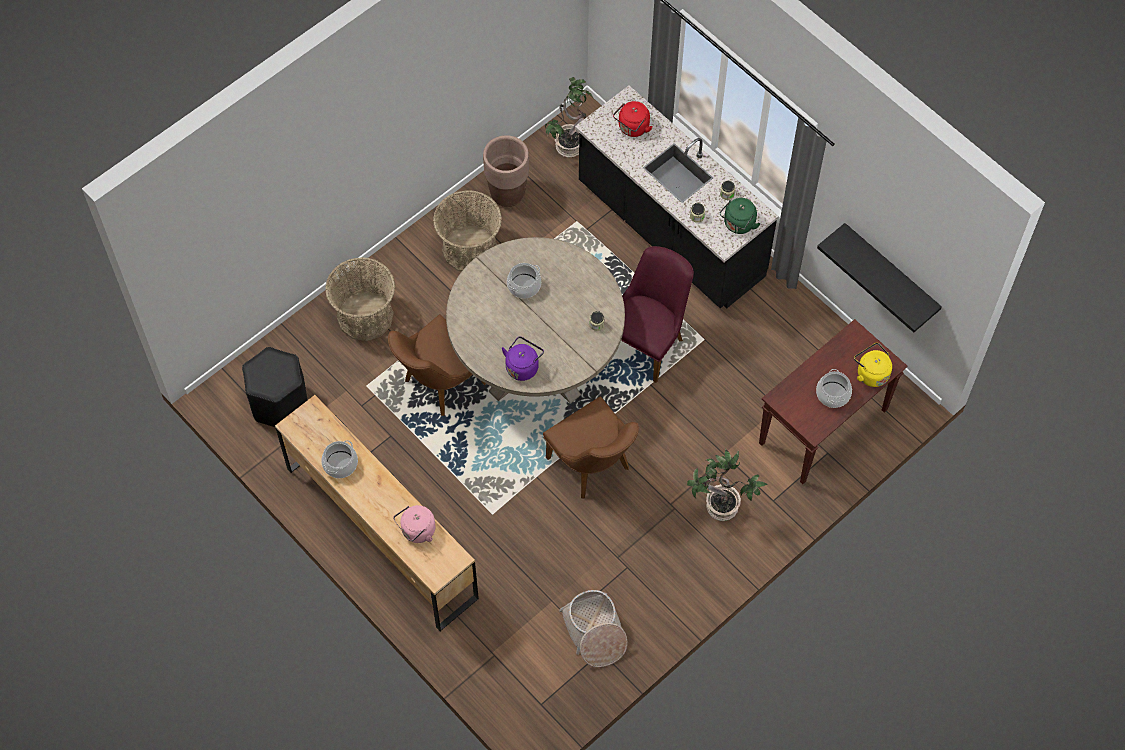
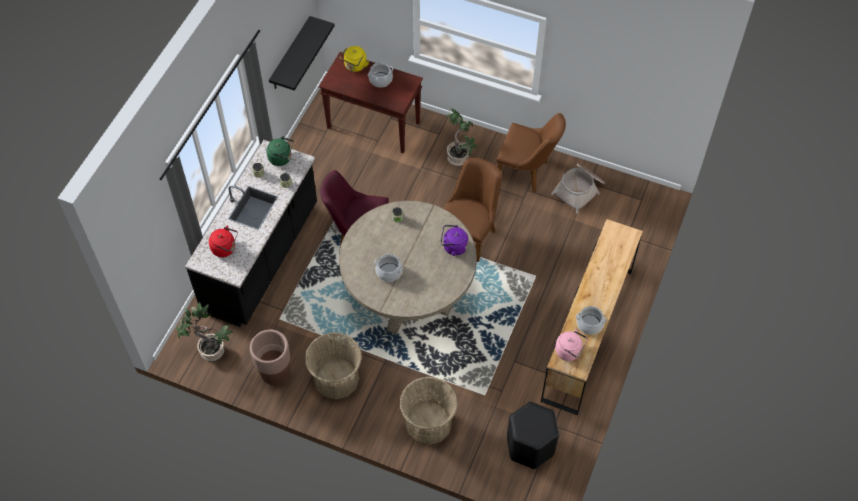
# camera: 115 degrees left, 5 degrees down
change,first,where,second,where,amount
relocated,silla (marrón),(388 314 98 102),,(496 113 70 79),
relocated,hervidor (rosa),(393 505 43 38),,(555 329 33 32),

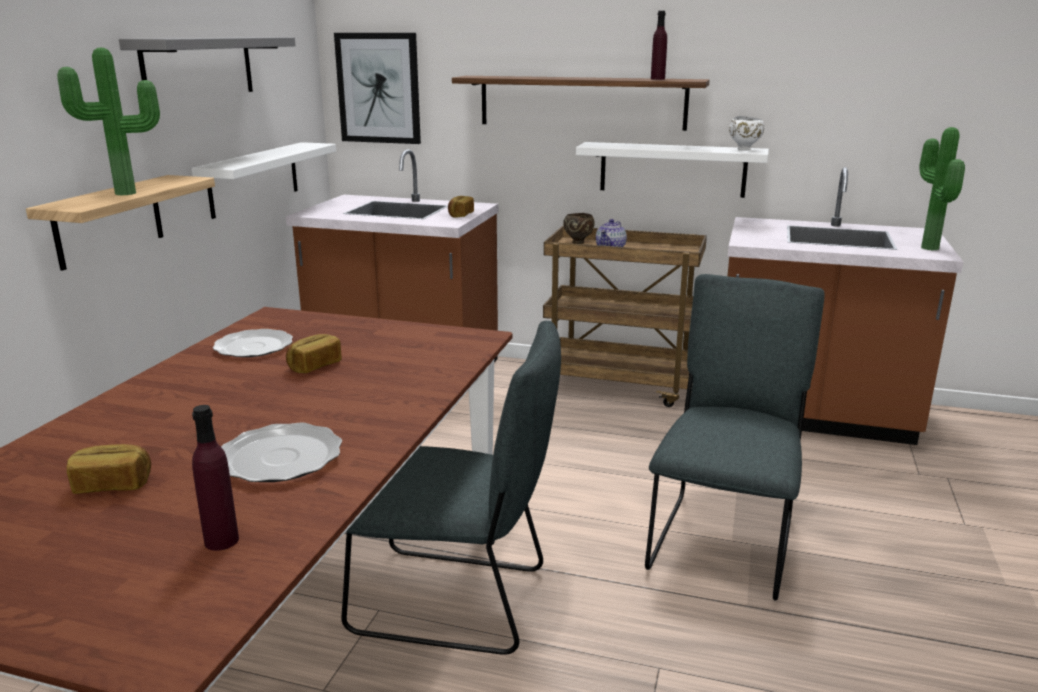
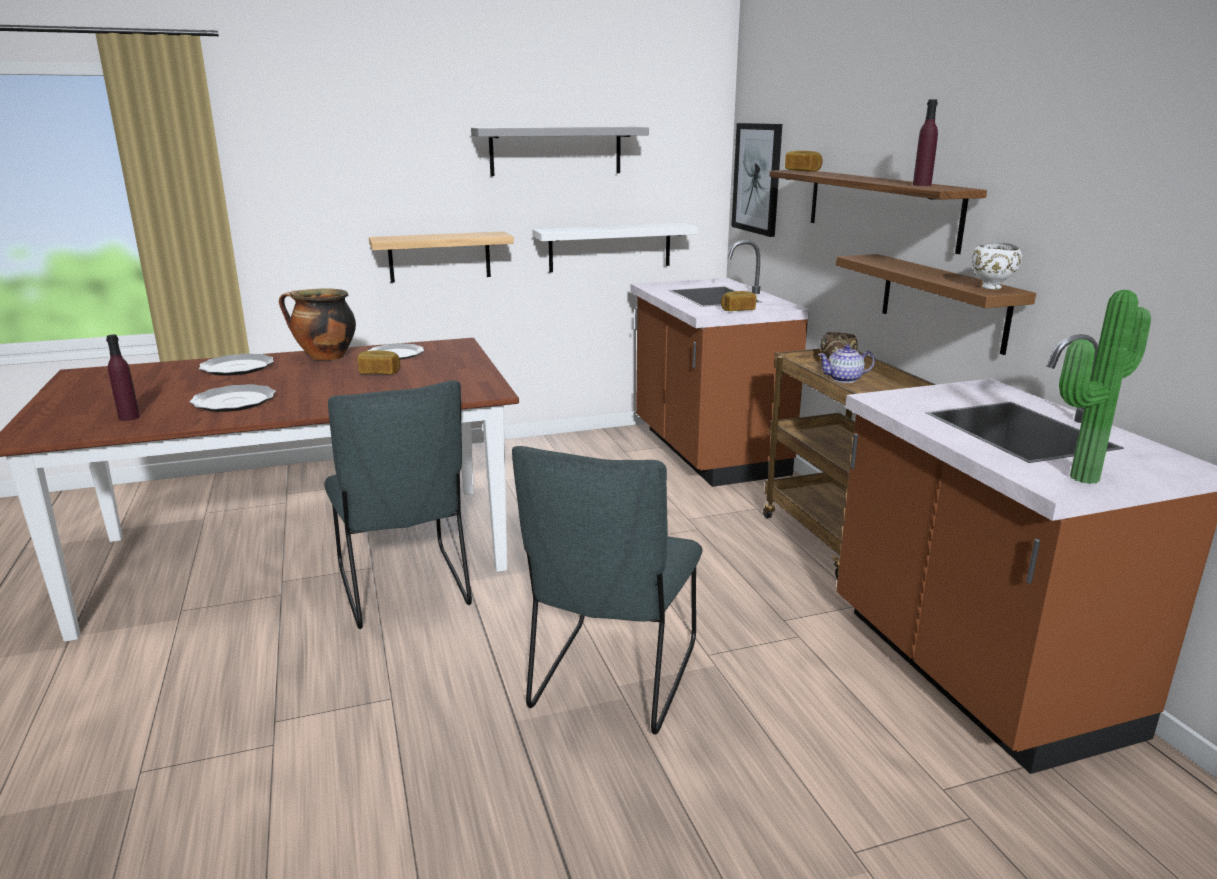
# camera: 55 degrees right, 0 degrees up
change,first,where,second,where,amount
missing,planta en maceta,(57 48 103 148),,,
relocated,pan,(67 444 84 50),,(785 151 38 21),
colour,estante (blanco),(576 142 193 56),estante (marrón),(836 254 200 101),
spun,silla (gris),(645 274 180 326),,(512 446 190 289),120 degrees clockwise
appeared,,,plato,(199 353 75 23),
appeared,,,olla,(279 288 77 73),

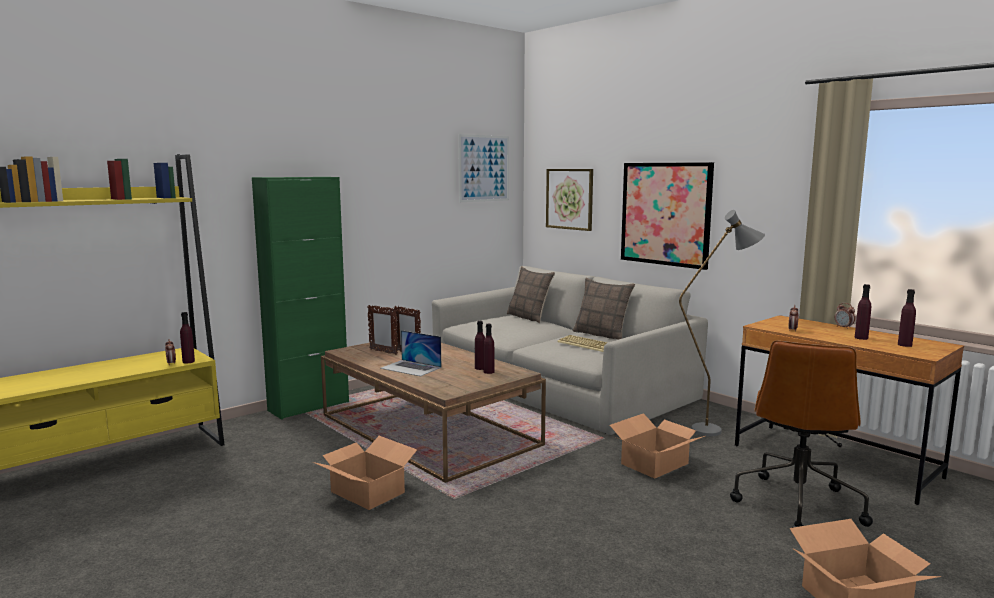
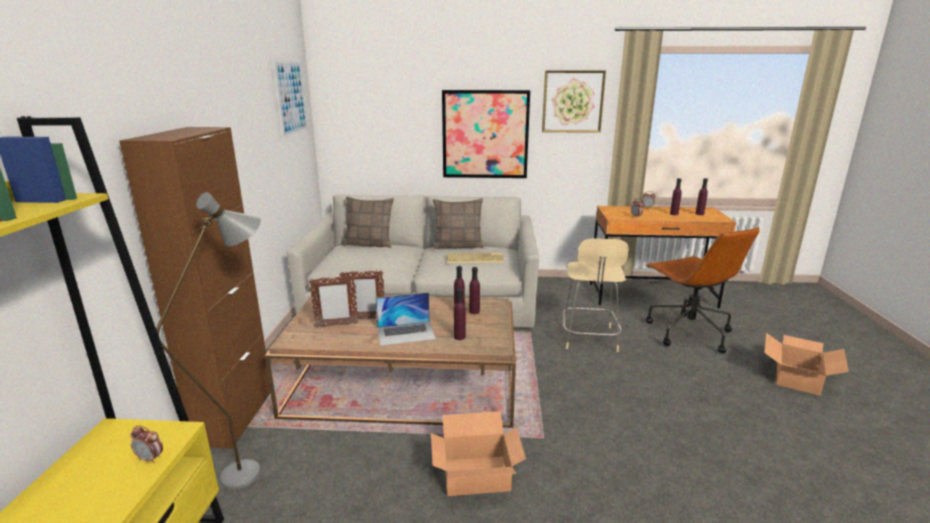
# camera: 45 degrees left, 10 degrees up
change,first,where,second,where,amount
relocated,botella (morado),(180 312 15 52),,(454 288 12 52),
colour,armario (verde),(252 177 97 243),armario (marrón),(119 127 151 322),
relocated,cuadro,(546 169 47 62),,(542 70 64 63),
exchanged,caja de cartón,(610 413 95 66),silla (beis),(563 238 66 114),
relocated,lámpara de pie (gris),(679 210 86 226),,(156 192 105 298),

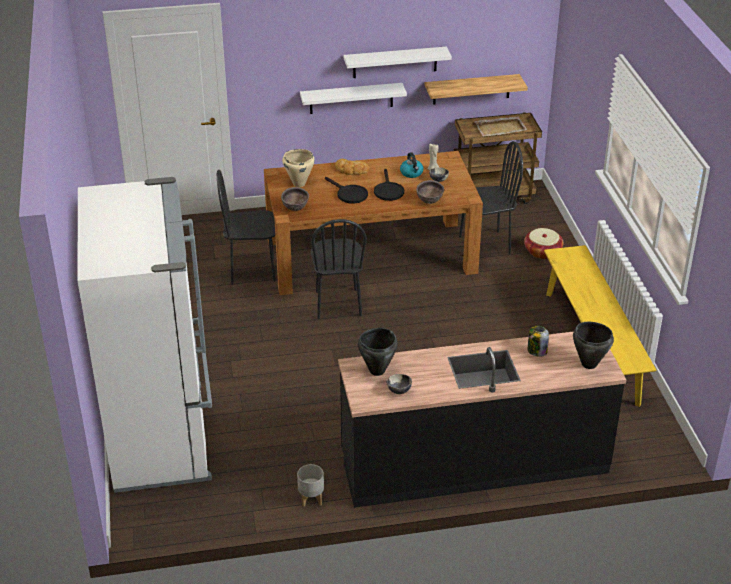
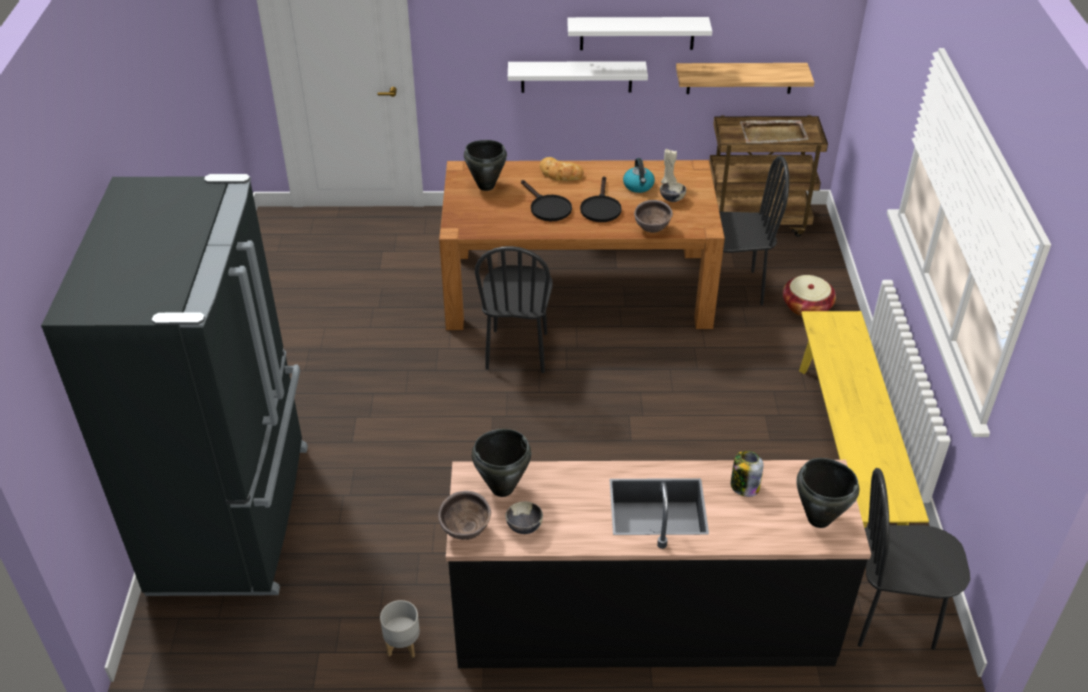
# camera: 10 degrees right, 5 degrees up
change,first,where,second,where,amount
colour,nevera (blanco),(78 177 134 316),nevera (negro),(41 174 267 422),
relocated,silla (negro),(217 170 59 115),,(858 468 112 182),
relocated,cuenco (marrón),(281 187 28 24),,(438 491 53 49),
colour,olla (beis),(282 149 33 38),olla (negro),(464 140 43 51),

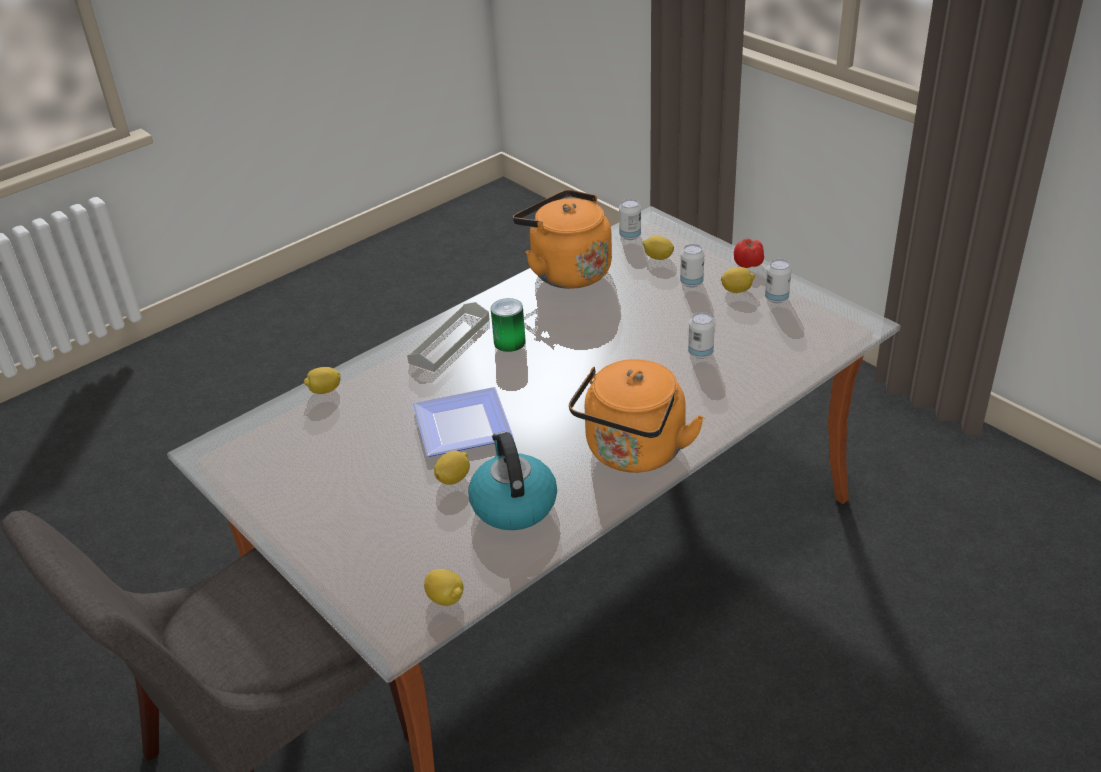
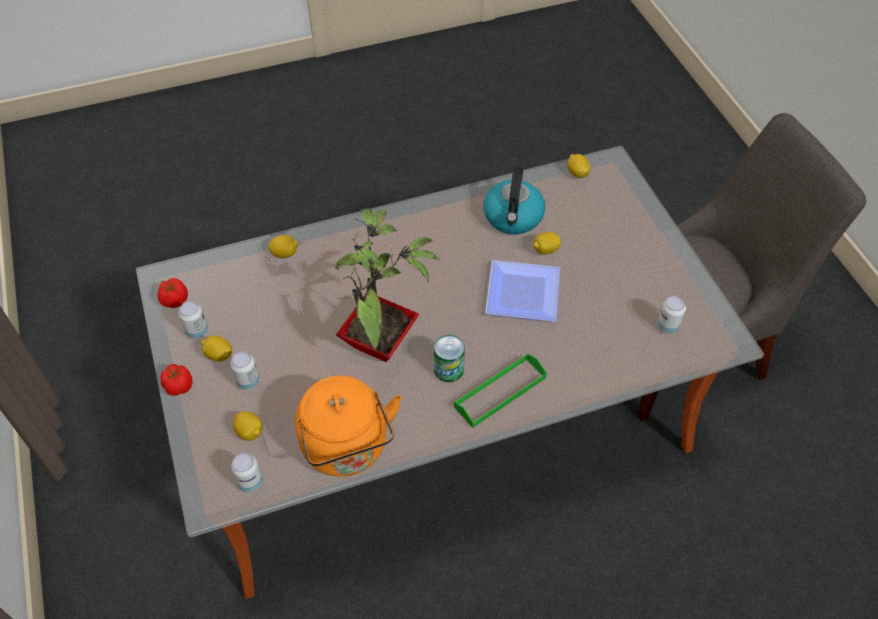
# camera: 160 degrees left, 15 degrees up
change,first,where,second,where,amount
relocated,limón,(304 367 37 27),,(268 235 30 23),
colour,bandeja (gris),(407 302 83 70),bandeja (verde),(454 353 93 75),
missing,hervidor (naranja),(569 359 136 114),,,
relocated,lata,(688 312 27 47),,(657 296 29 38),
appeared,,,tomate,(157 278 31 30),
appeared,,,planta en maceta,(335 208 105 154),

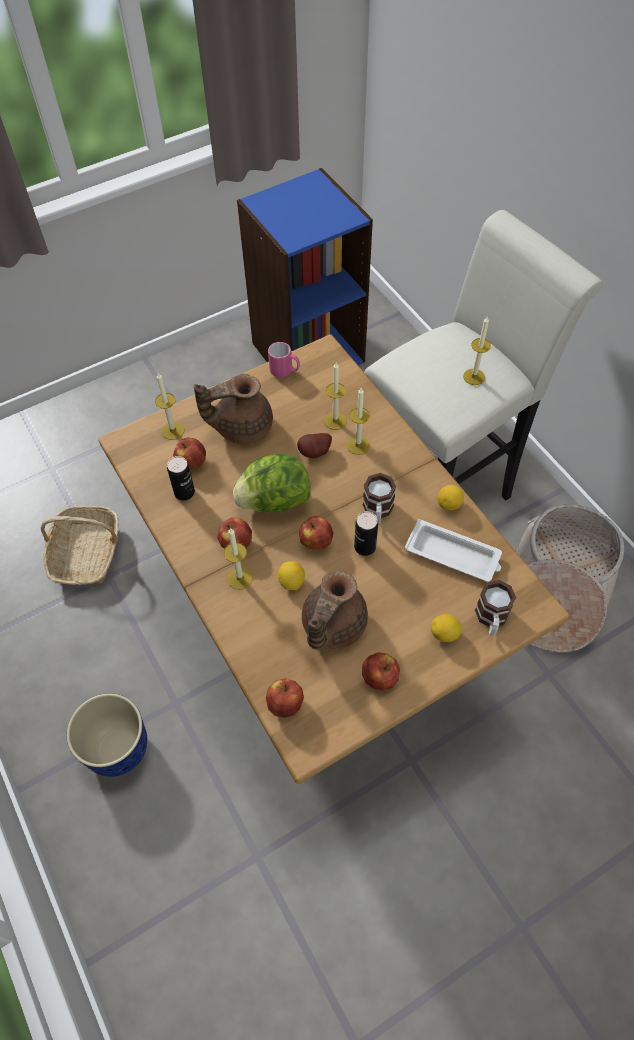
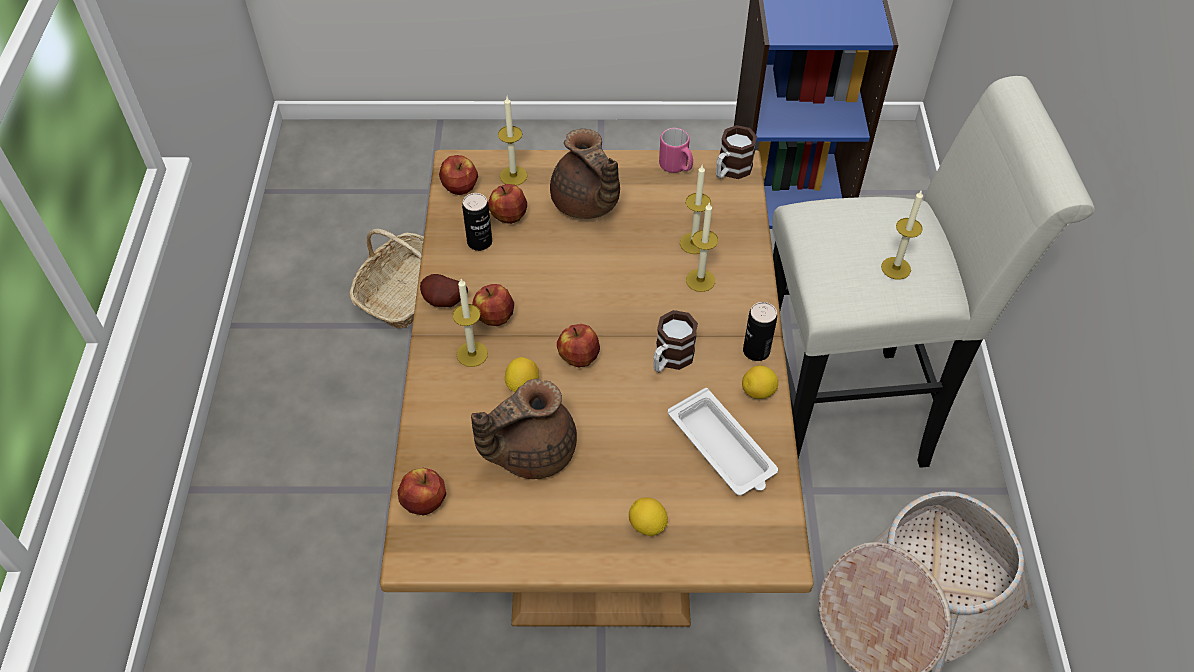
# camera: 30 degrees right, 5 degrees down
change,first,where,second,where,amount
missing,maceta,(66 693 81 84),,,
spun,tetera (marrón),(194 374 79 70),,(550 129 70 90),135 degrees counterclockwise
missing,lechuga,(233 453 78 59),,,
relocated,patata,(297 433 35 25),,(420 274 48 33),
relocated,lata,(354 511 24 45),,(743 302 34 59),
relocated,manzana,(362 652 38 38),,(439 155 39 40),
relocated,taza grande,(475 580 41 56),,(716 125 41 54),

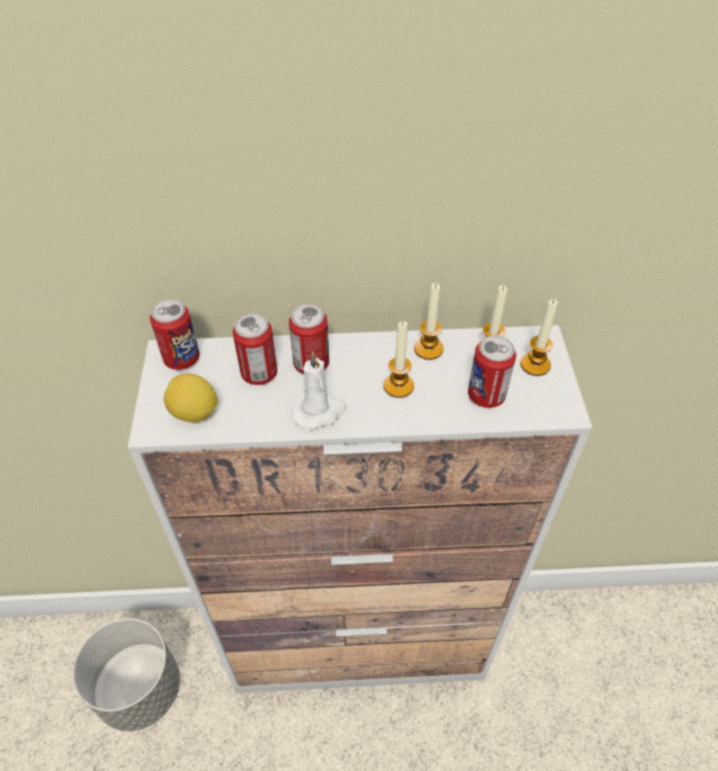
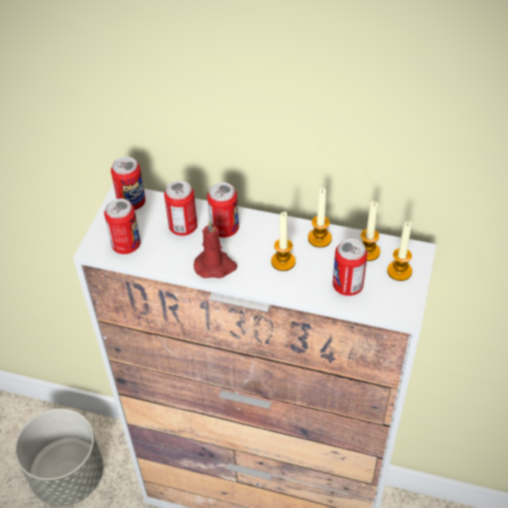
# camera: 20 degrees right, 0 degrees up
change,first,where,second,where,amount
exchanged,limón,(164 373 54 49),lata,(104 198 37 56),
colour,vela (blanco),(291 351 56 79),vela (rojo),(194 219 44 59),

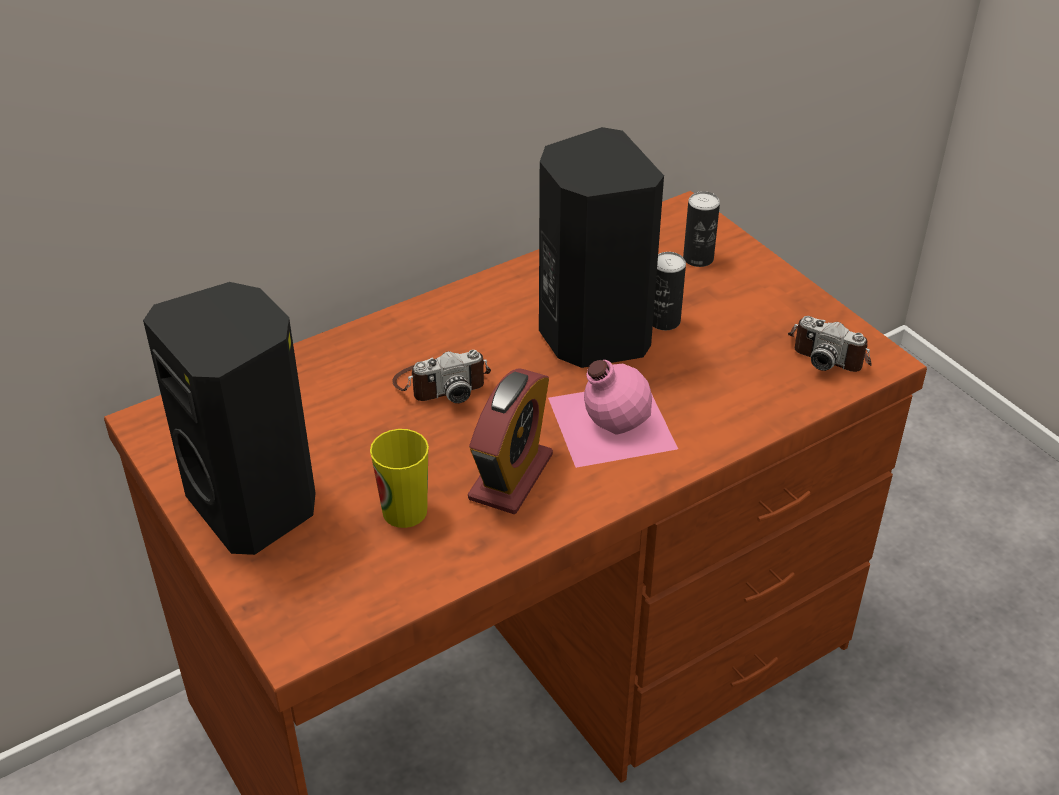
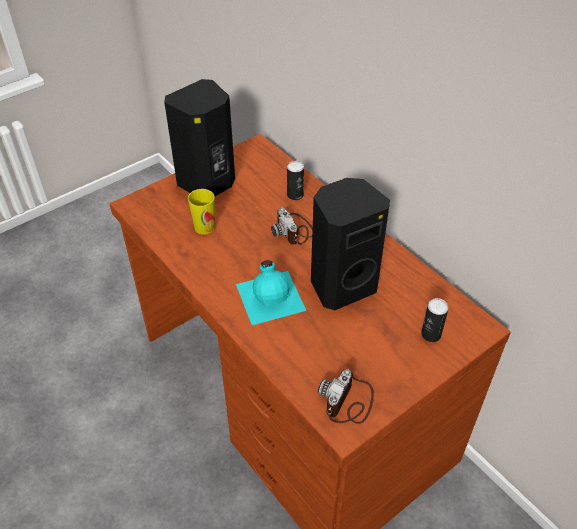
# camera: 85 degrees right, 5 degrees up
change,first,where,second,where,amount
missing,despertador,(468 368 85 146),,,
colour,botella (rosa),(548 360 130 108),botella (turquesa),(236 260 71 65),
relocated,lata,(653 252 33 78),,(287 161 17 39),

